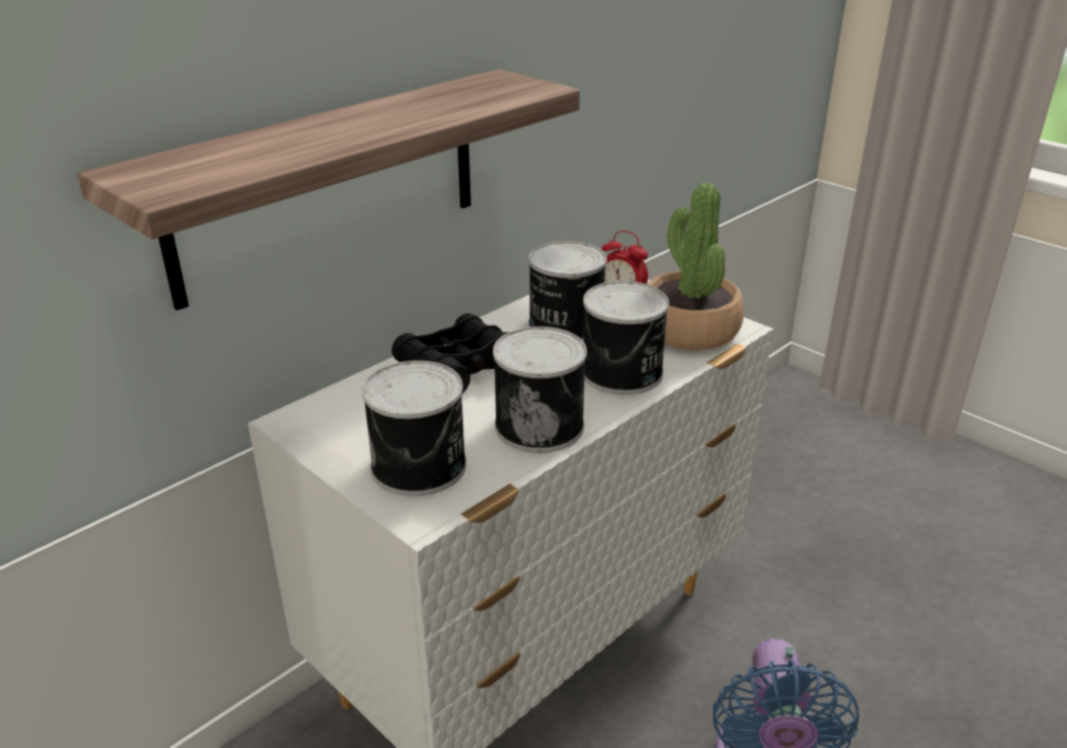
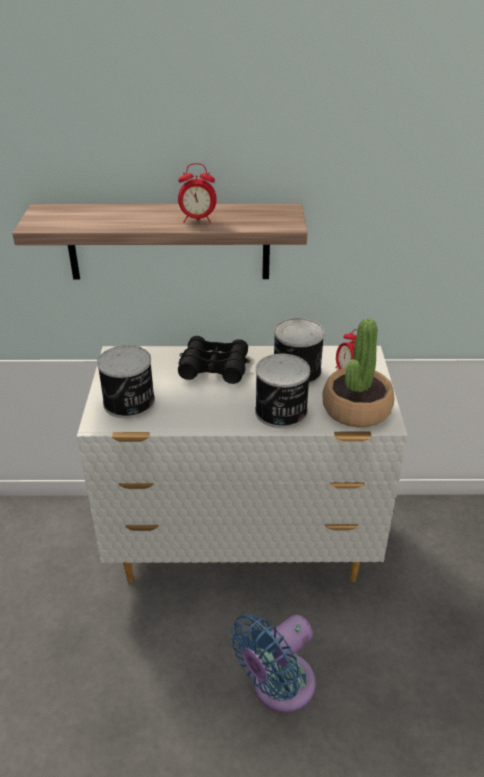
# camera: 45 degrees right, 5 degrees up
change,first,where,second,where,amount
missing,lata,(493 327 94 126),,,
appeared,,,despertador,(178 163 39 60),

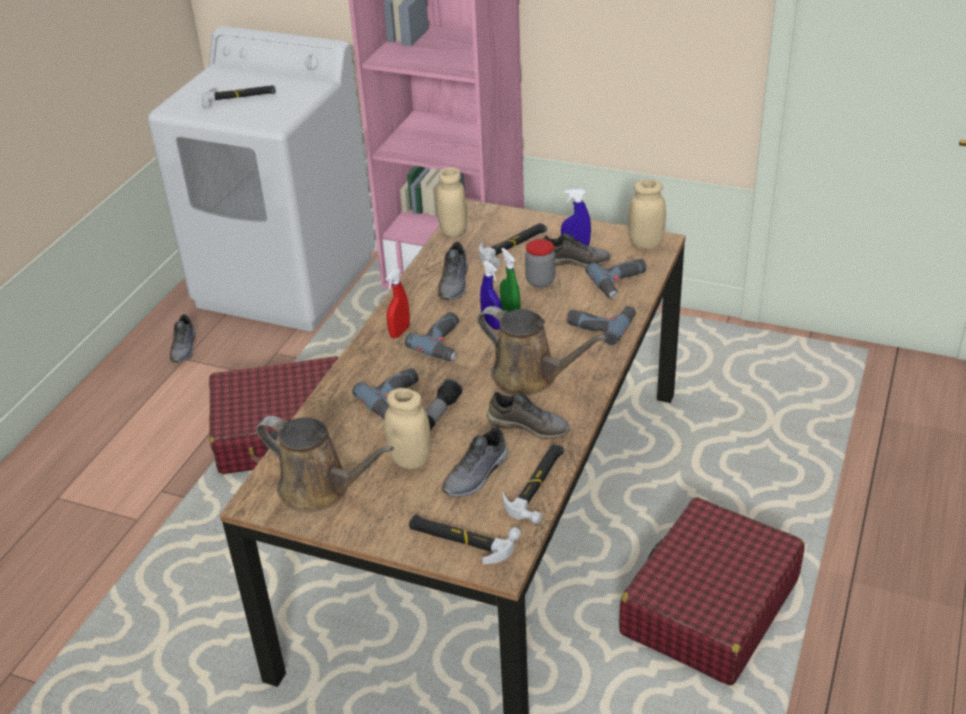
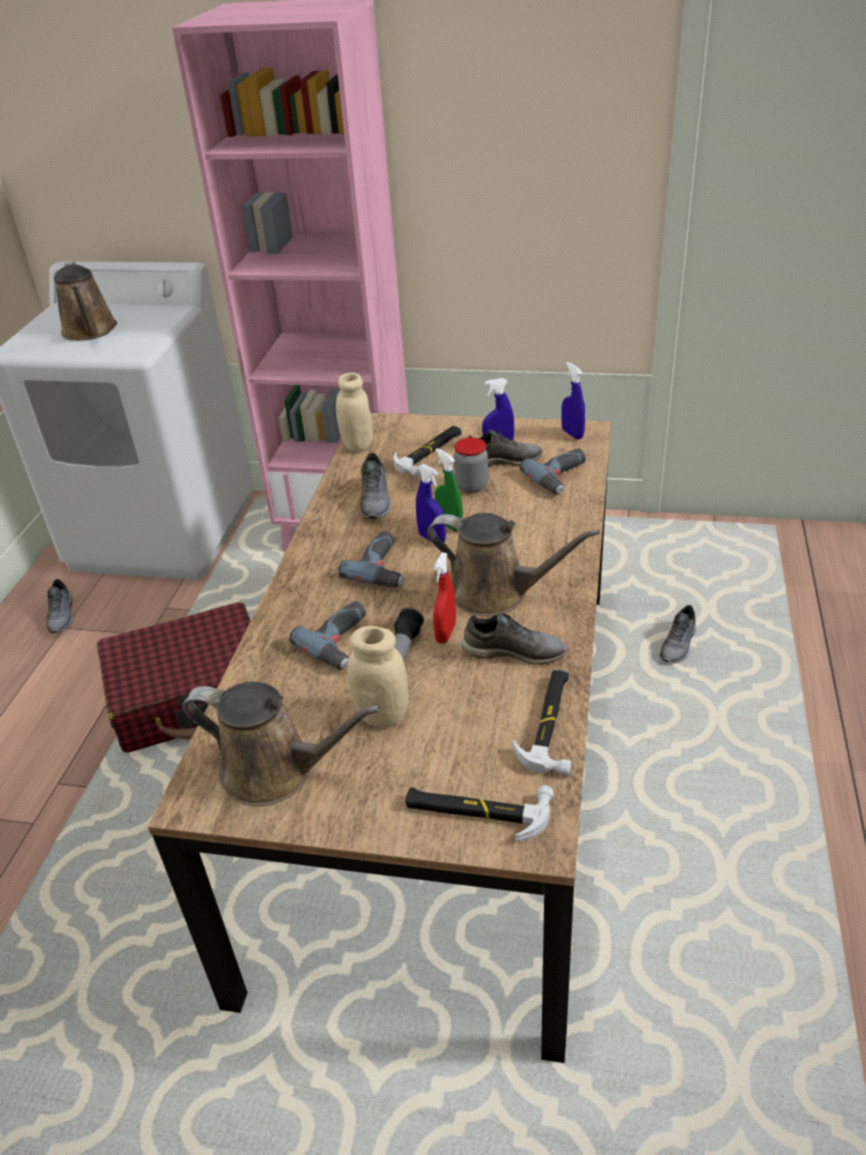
# camera: 10 degrees left, 0 degrees up
change,first,where,second,where,amount
exchanged,martillo,(202 85 74 23),regadera (marrón),(54 261 63 80),
relocated,pulverizador (rojo),(386 268 24 70),,(433 552 23 91),
relocated,zapato (gris),(442 427 66 70),,(660 605 36 58),
missing,taladro,(567 306 69 39),,,
missing,maleta (rojo),(619 497 186 189),,,
exchanged,tarro (beis),(628 179 38 70),pulverizador (azul),(561 362 24 78),

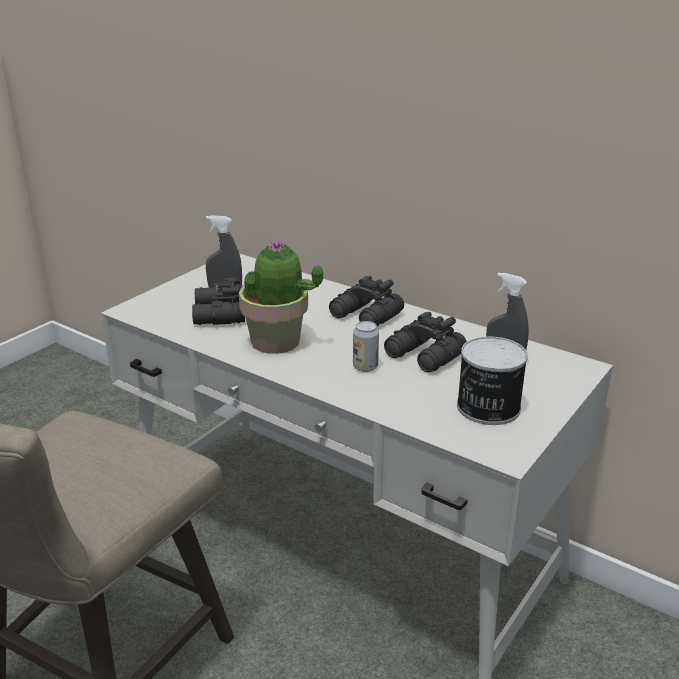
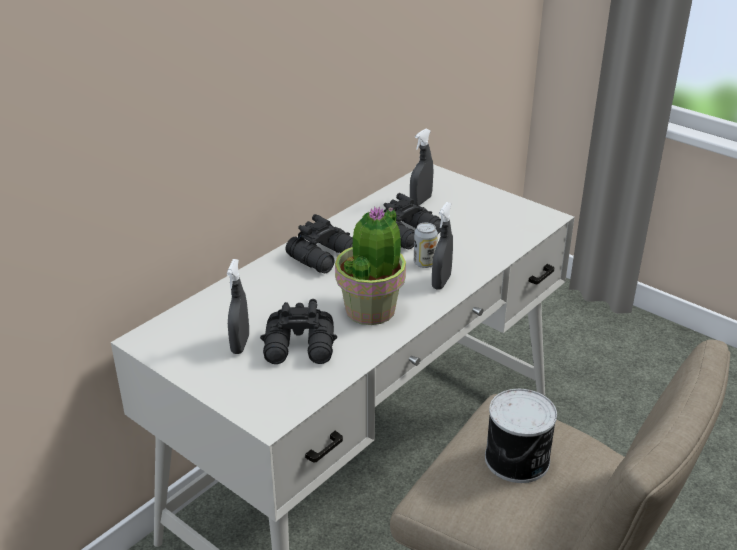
# camera: 85 degrees left, 5 degrees up
change,first,where,second,where,amount
relocated,lata,(457 337 71 88),,(485 389 72 94),
appeared,,,pulverizador (gris),(432 202 21 88),

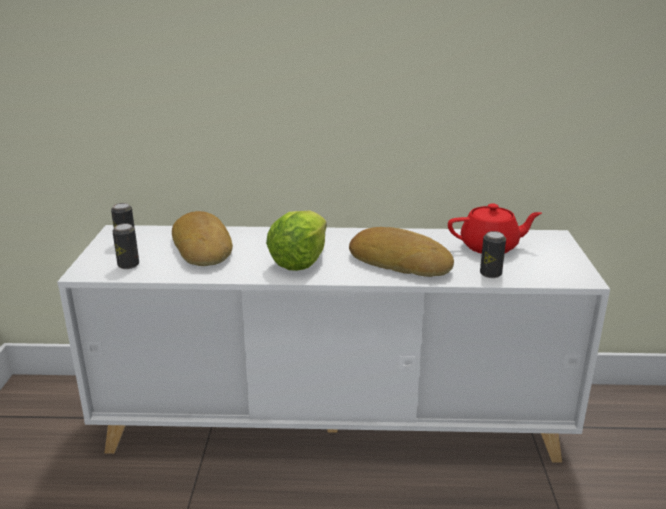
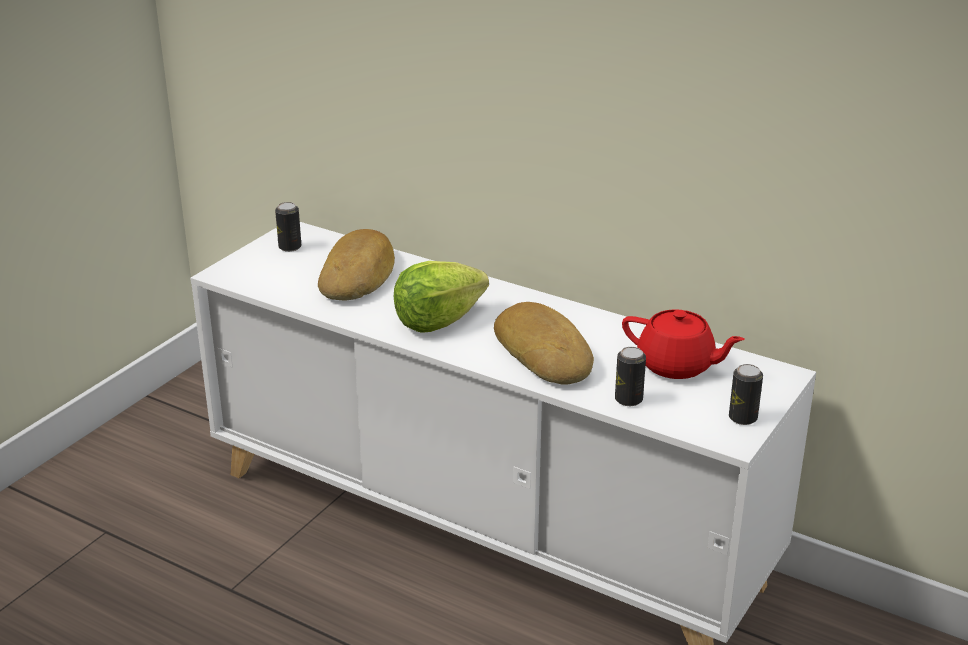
# camera: 30 degrees right, 5 degrees up
change,first,where,second,where,amount
relocated,lata,(112 223 27 46),,(729 364 34 61),

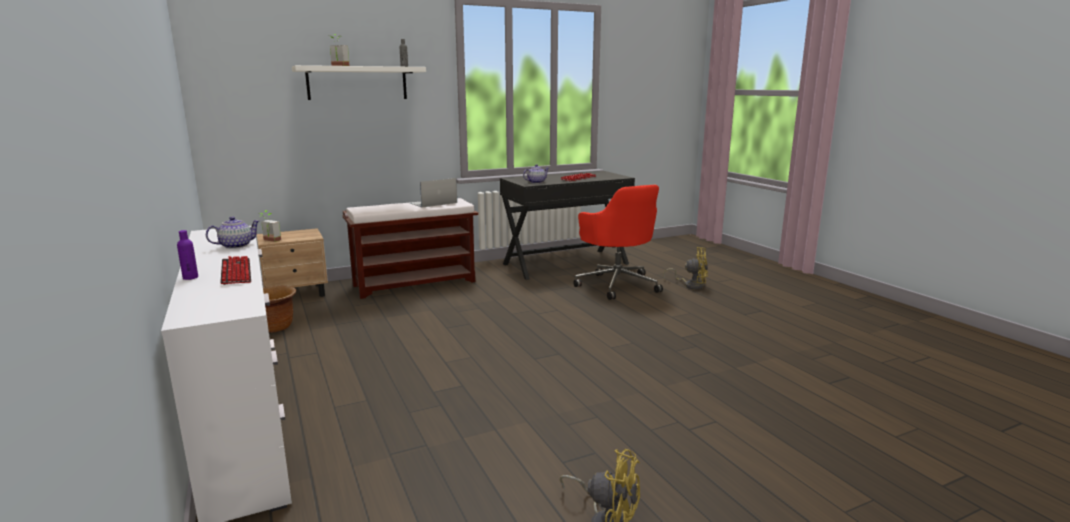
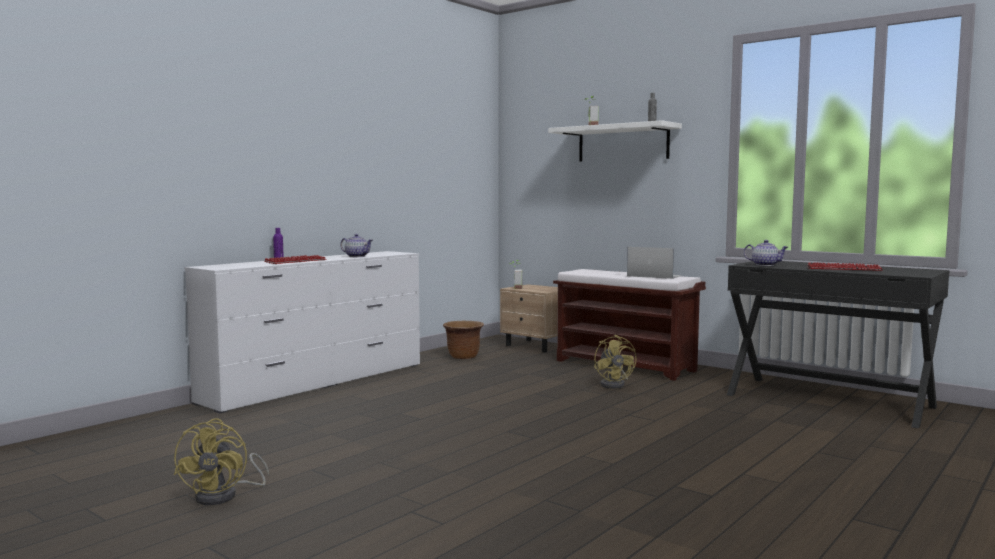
# camera: 65 degrees right, 10 degrees down
change,first,where,second,where,amount
missing,silla de oficina (rojo),(573 185 90 115),,,
relocated,ventilador (amarillo),(663 247 45 43),,(594 335 43 54),

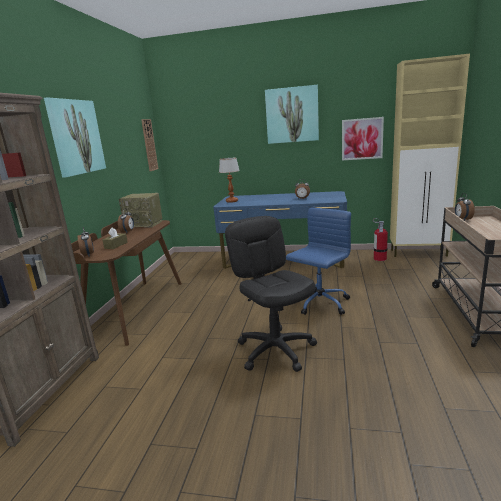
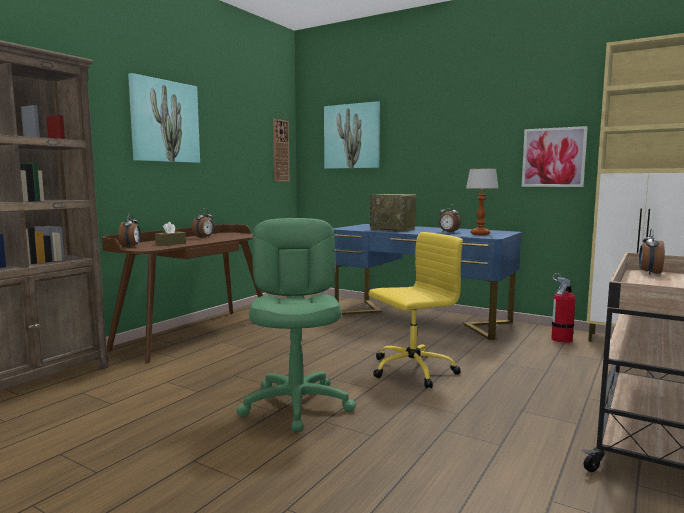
# camera: 20 degrees right, 10 degrees down
change,first,where,second,where,amount
relocated,radio,(119 193 43 35),,(370 194 47 38),
relocated,lámpara de mesa,(219 158 21 45),,(466 169 32 66),
colour,silla de oficina (negro),(225 216 92 156),silla de oficina (verde),(236 218 120 214),
relocated,cuadro,(265 85 54 59),,(324 101 56 68),
colour,silla de oficina (azul),(286 208 65 107),silla de oficina (amarillo),(369 232 94 156),

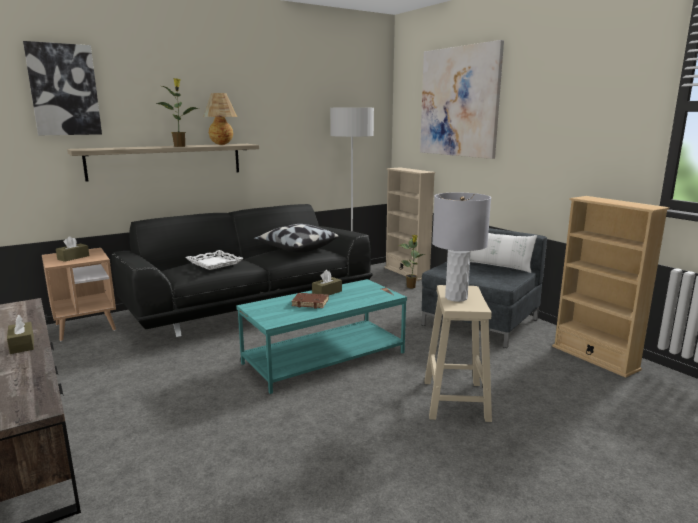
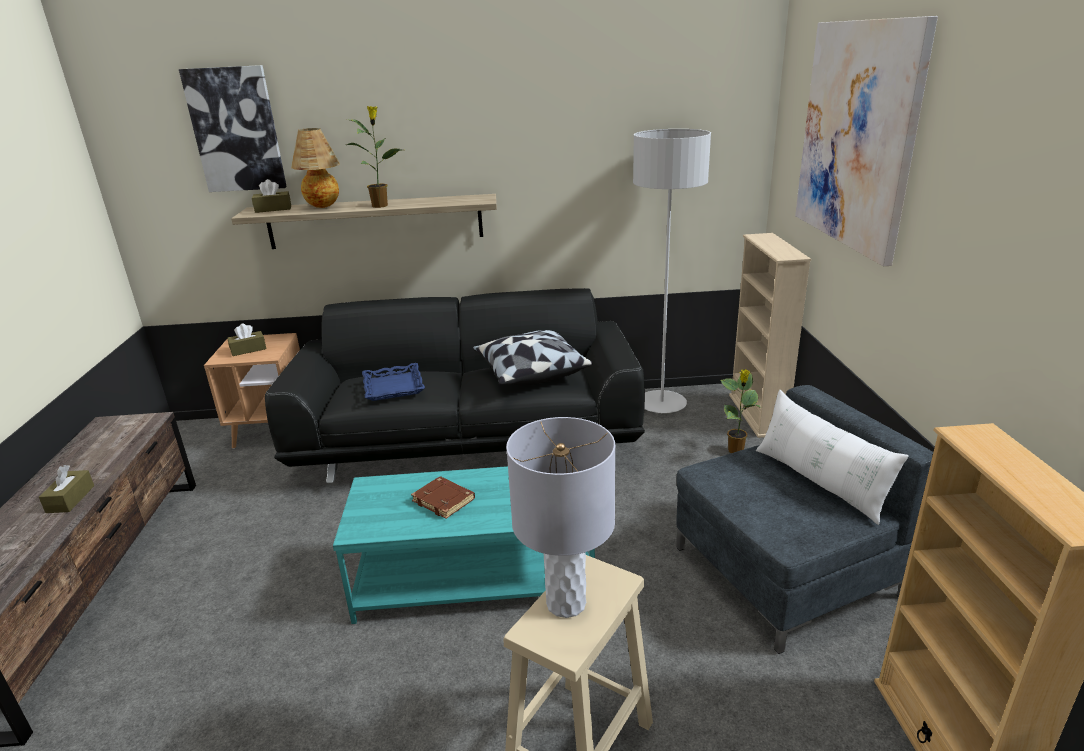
# camera: 30 degrees right, 10 degrees up
change,first,where,second,where,amount
colour,bandeja (blanco),(185 250 59 20),bandeja (azul),(362 363 63 38),
relocated,lámpara de mesa,(203 93 34 52),,(291 128 49 80),
relocated,caja de pañuelos (marrón),(312 270 30 25),,(252 179 39 34),

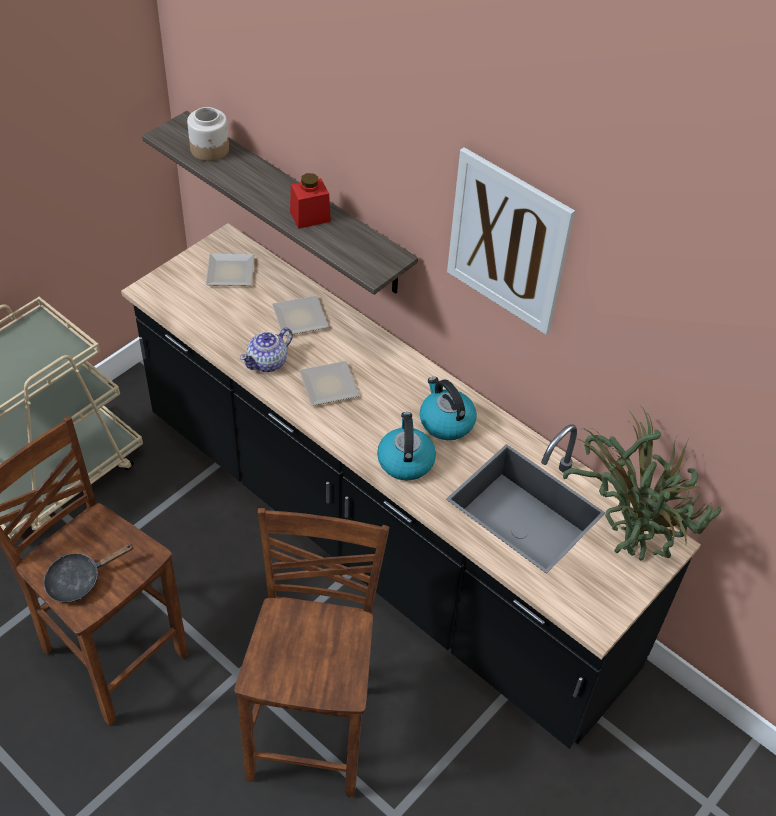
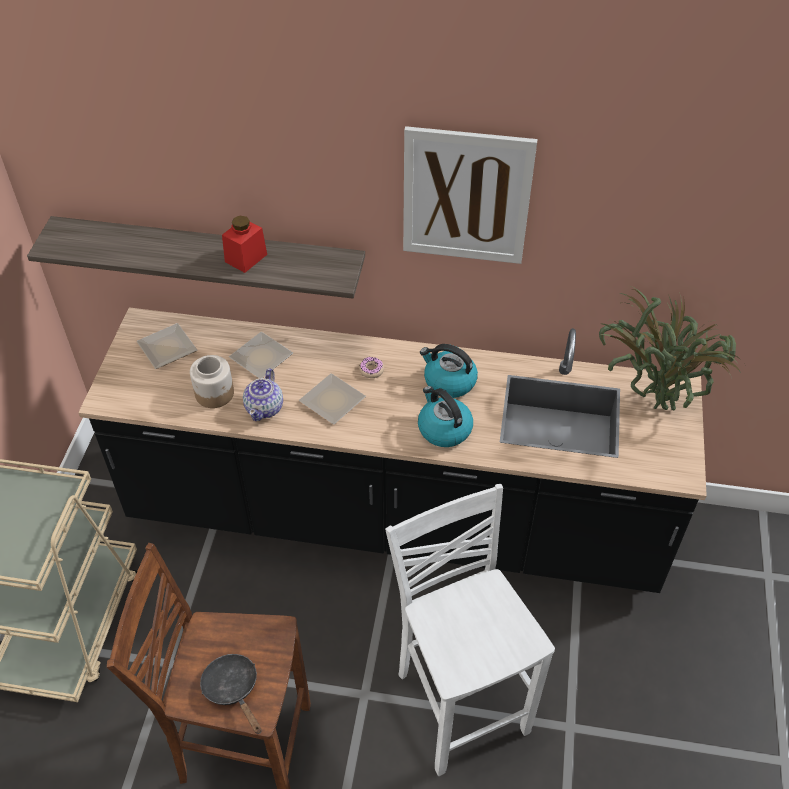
# camera: 30 degrees left, 0 degrees up
change,first,where,second,where,amount
spun,sartén (negro),(44 544 90 59),,(200 654 62 80),120 degrees clockwise
relocated,tarro,(187 107 42 54),,(190 355 44 53),
colour,taburete (marrón),(234 508 156 289),taburete (blanco),(385 484 170 292),
appeared,,,rosquilla,(359 357 25 21),

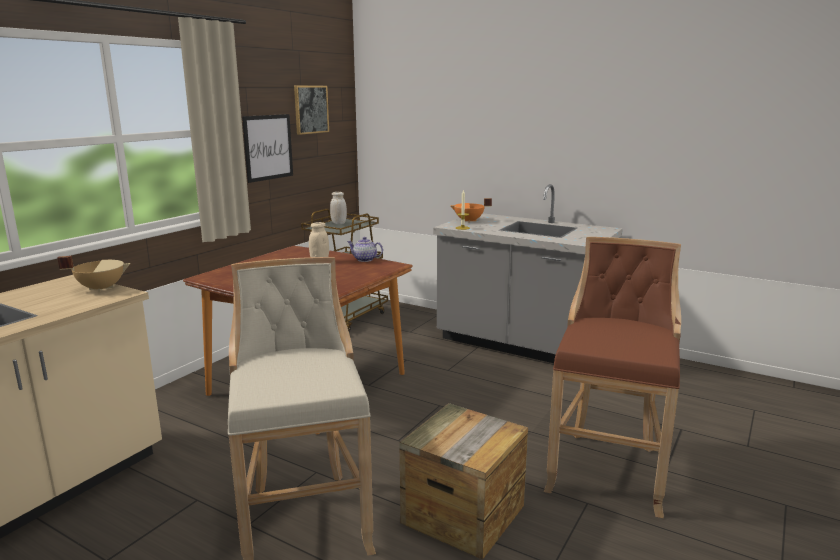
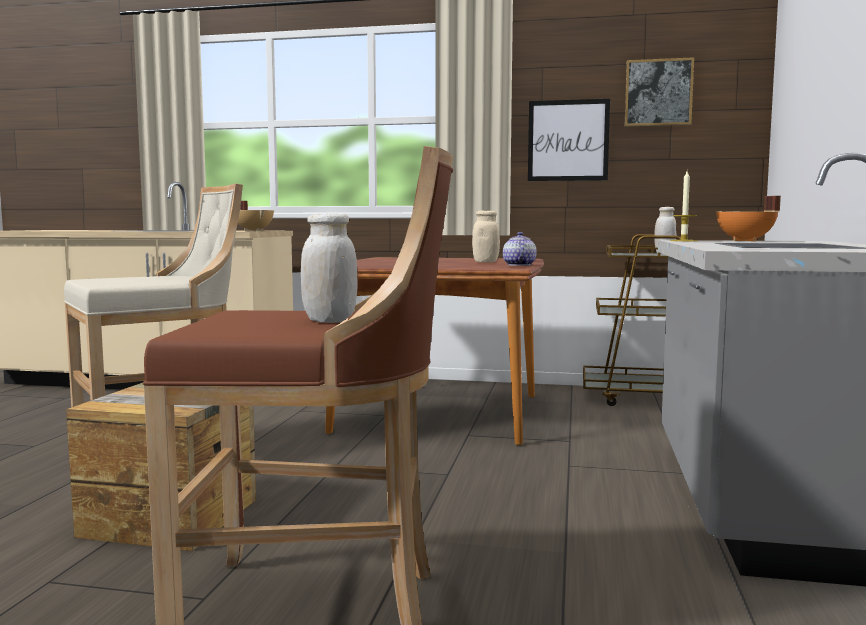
# camera: 70 degrees right, 10 degrees down
change,first,where,second,where,amount
appeared,,,tarro (blanco),(301 213 56 110),

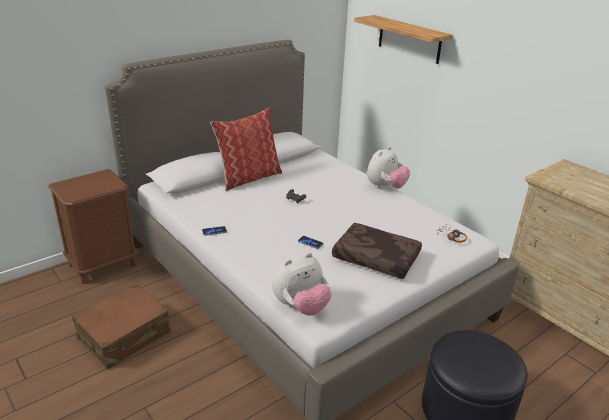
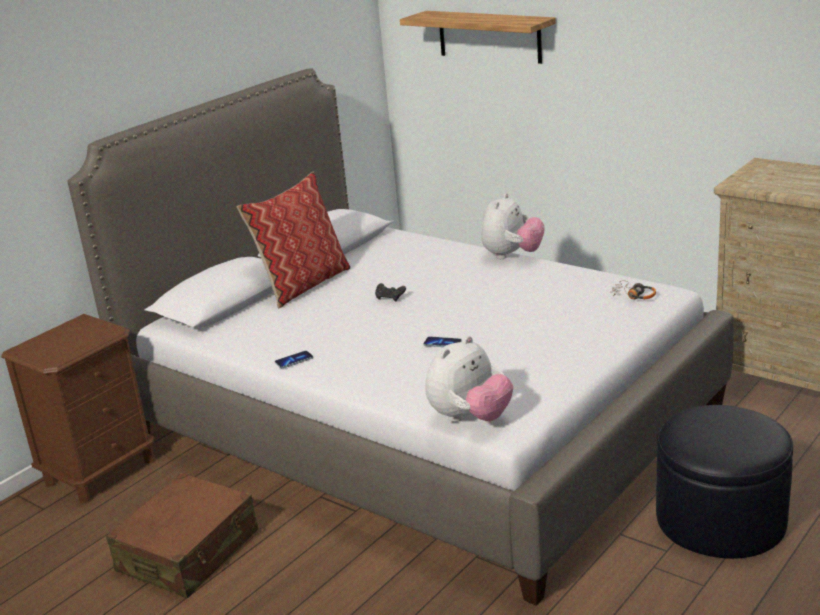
# camera: 10 degrees left, 5 degrees down
change,first,where,second,where,amount
missing,cojín (marrón),(332 223 90 56),,,

